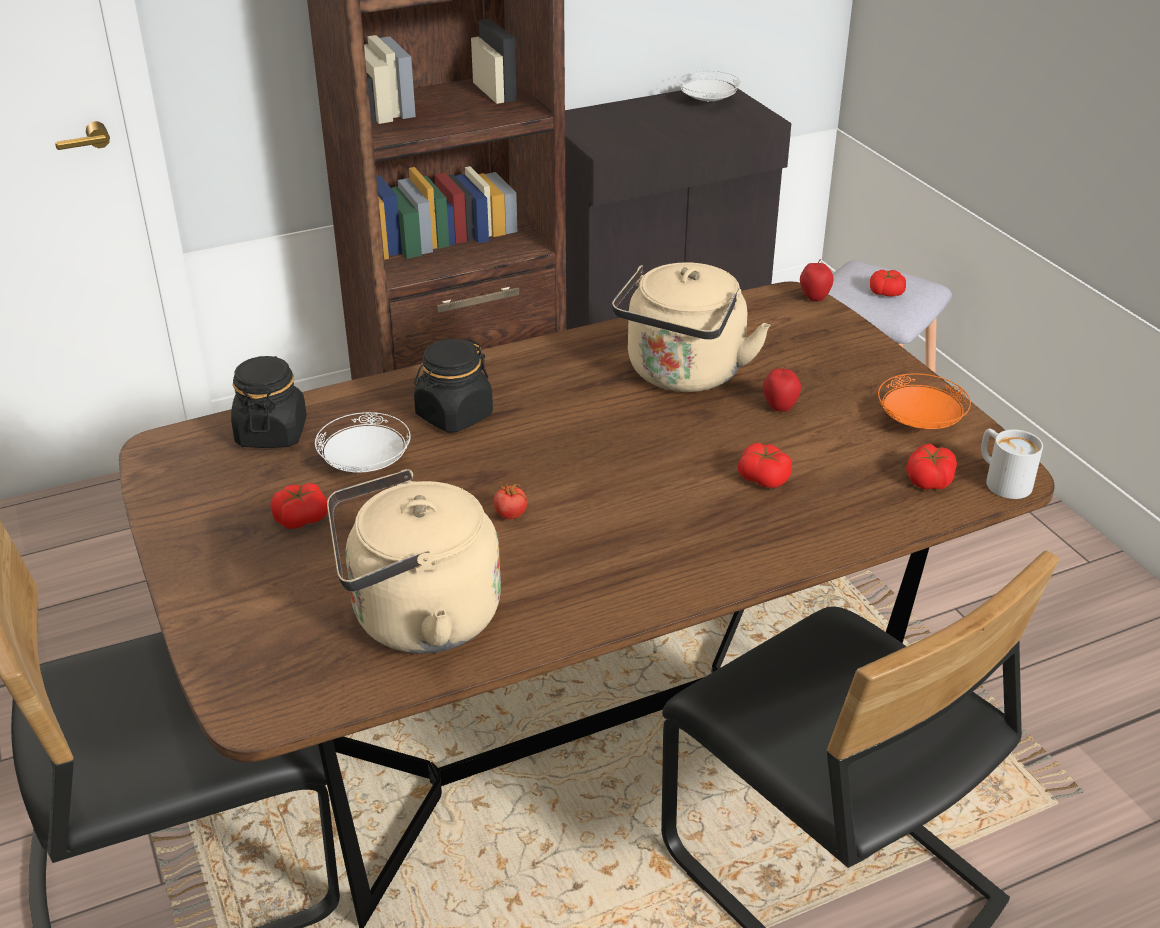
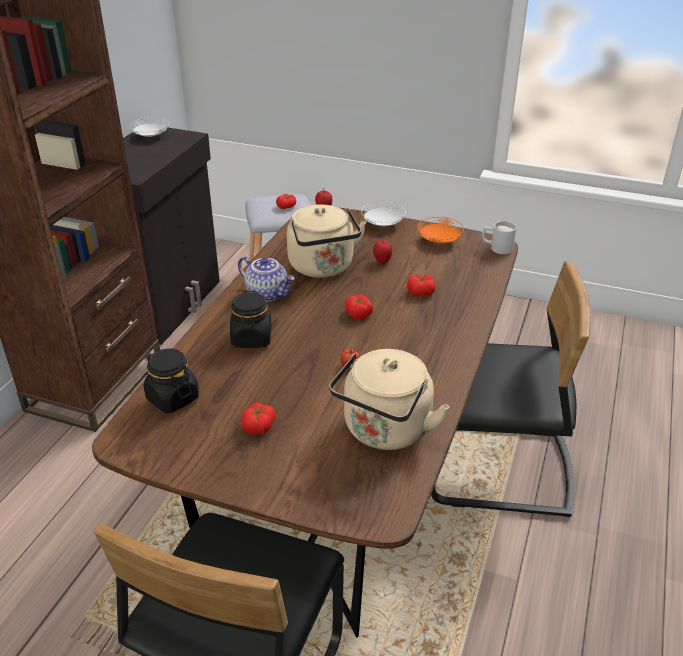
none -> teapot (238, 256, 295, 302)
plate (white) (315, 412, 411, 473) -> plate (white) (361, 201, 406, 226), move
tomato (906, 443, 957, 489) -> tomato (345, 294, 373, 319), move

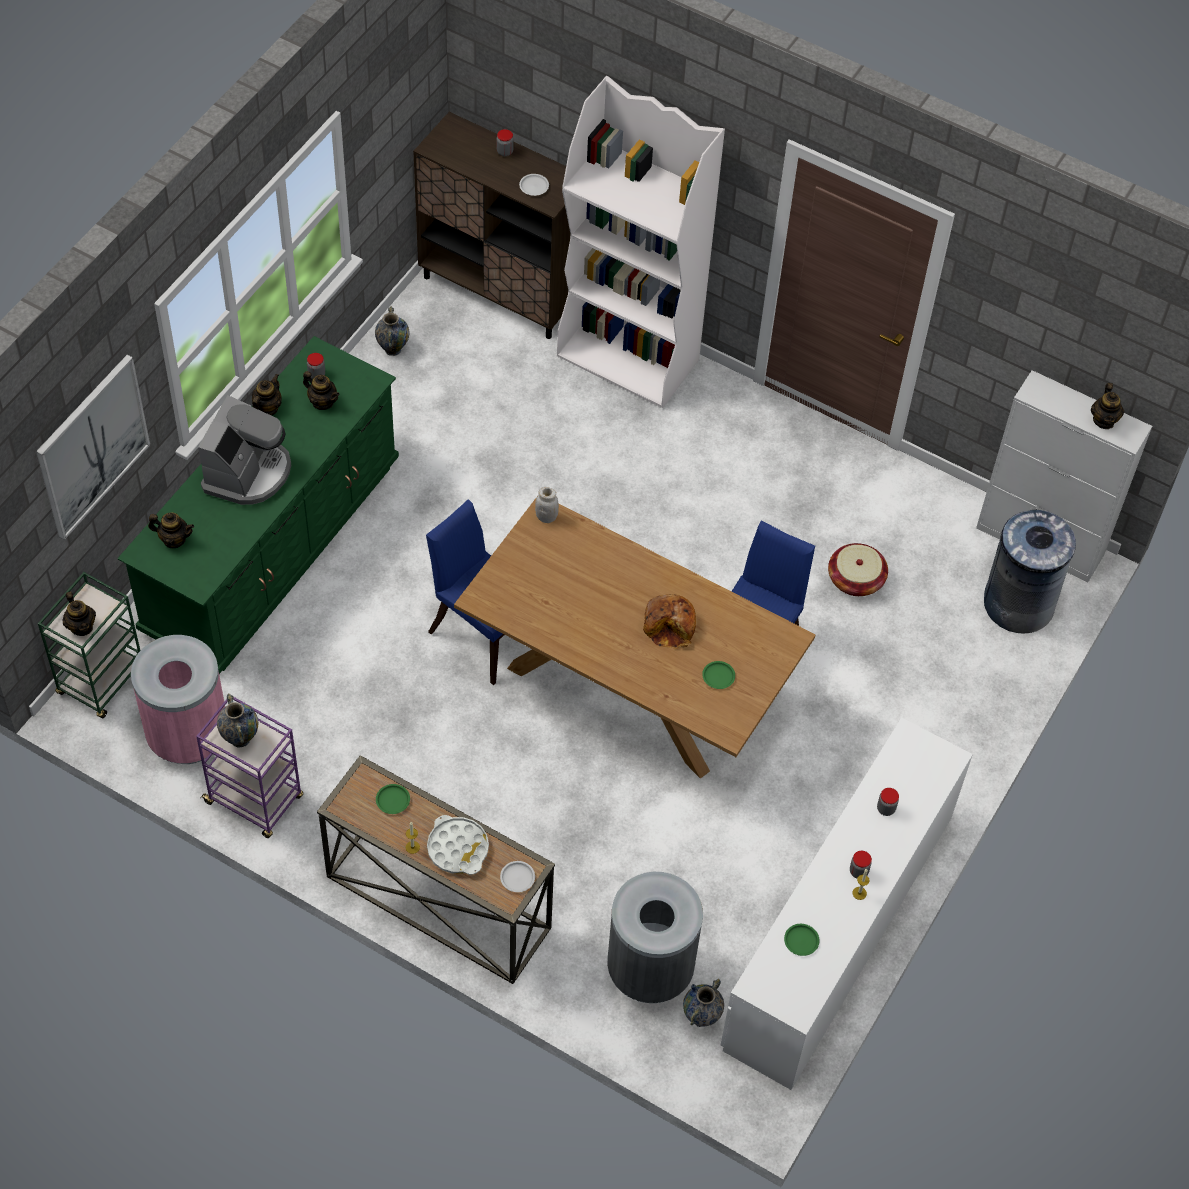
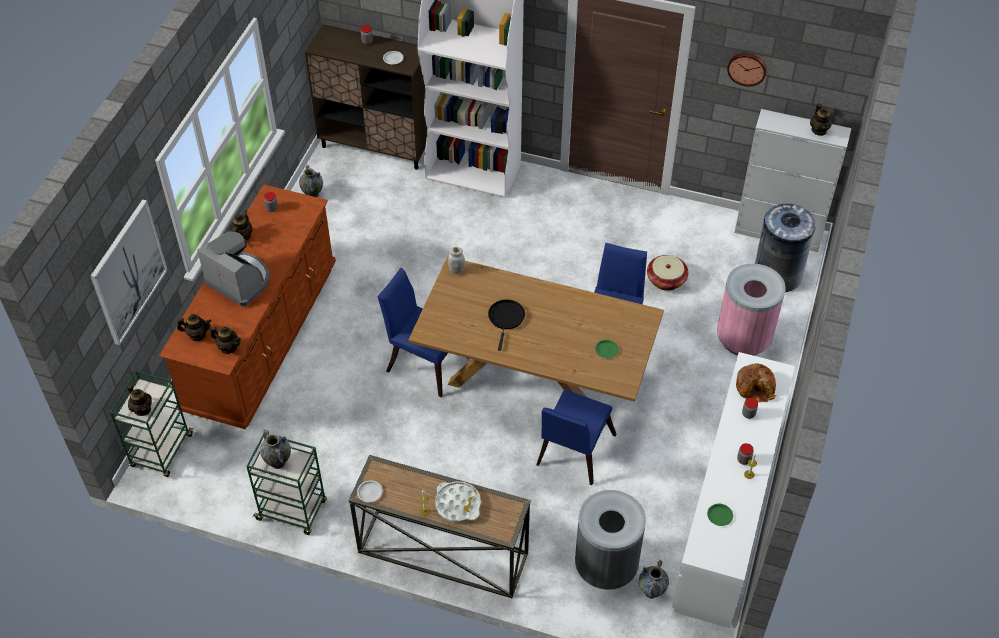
plate (green) (376, 784, 410, 814) -> none
none -> frying pan (black) (488, 299, 525, 351)
none -> chair (blue) (536, 389, 617, 485)
none -> wall clock (727, 53, 767, 87)
trash can (pink) (131, 635, 225, 764) -> trash can (pink) (717, 264, 786, 356), move
teapot (303, 371, 339, 410) -> teapot (210, 326, 241, 354), move
plate (white) (500, 861, 535, 892) -> plate (white) (357, 480, 383, 502), move
bread (643, 594, 696, 649) -> bread (736, 363, 776, 403), move
dresser (green) (118, 336, 399, 674) -> dresser (brown) (159, 184, 336, 429)
cart (purple) (196, 697, 303, 838) -> cart (green) (246, 434, 327, 535)
coffee machine (198, 395, 291, 505) -> coffee machine (197, 231, 270, 306), 60 degrees counterclockwise

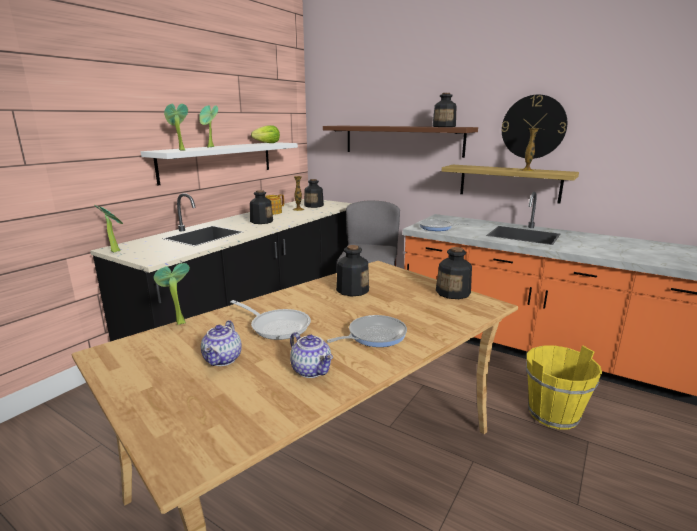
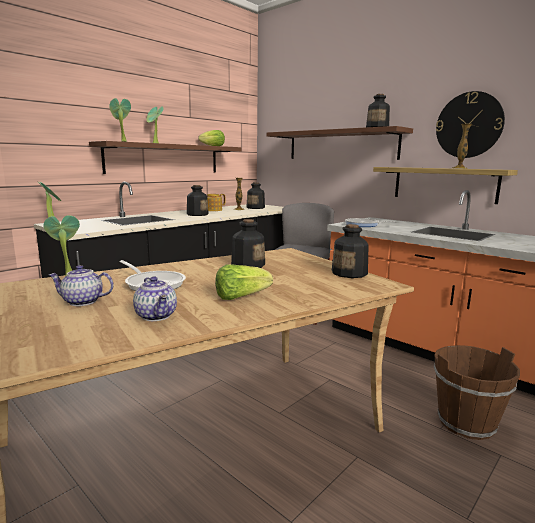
frying pan (327, 315, 407, 347) -> lettuce (215, 264, 273, 300)
shelf (white) (141, 142, 298, 185) -> shelf (brown) (89, 141, 241, 174)
bucket (yellow) (526, 345, 602, 430) -> bucket (brown) (434, 345, 520, 440)
teapot (201, 320, 242, 366) -> teapot (49, 265, 113, 306), 75 degrees clockwise

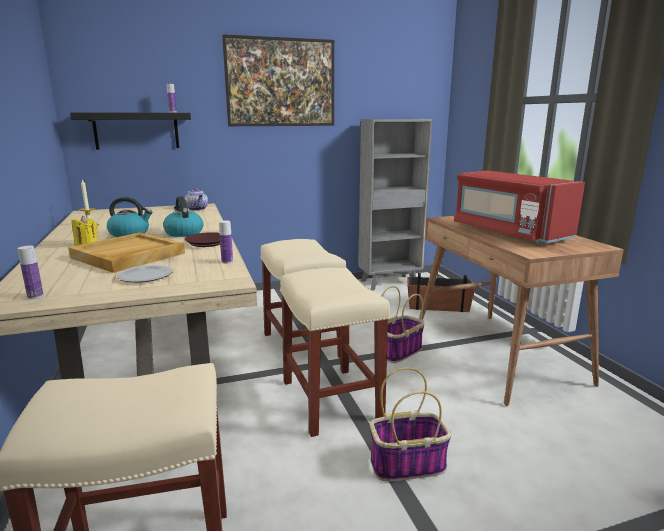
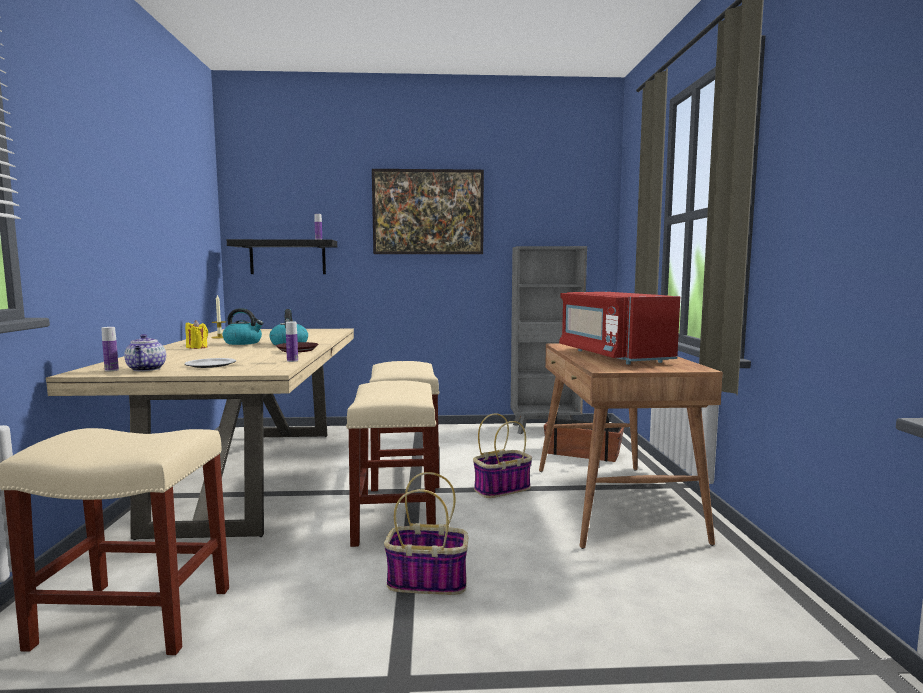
tray (beige) (68, 232, 185, 273) -> none
teapot (185, 187, 208, 211) -> teapot (124, 334, 166, 371), move

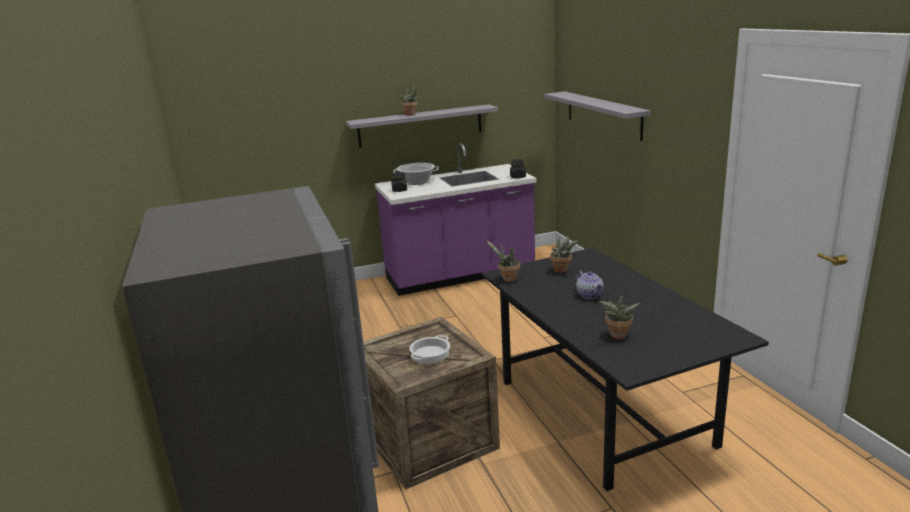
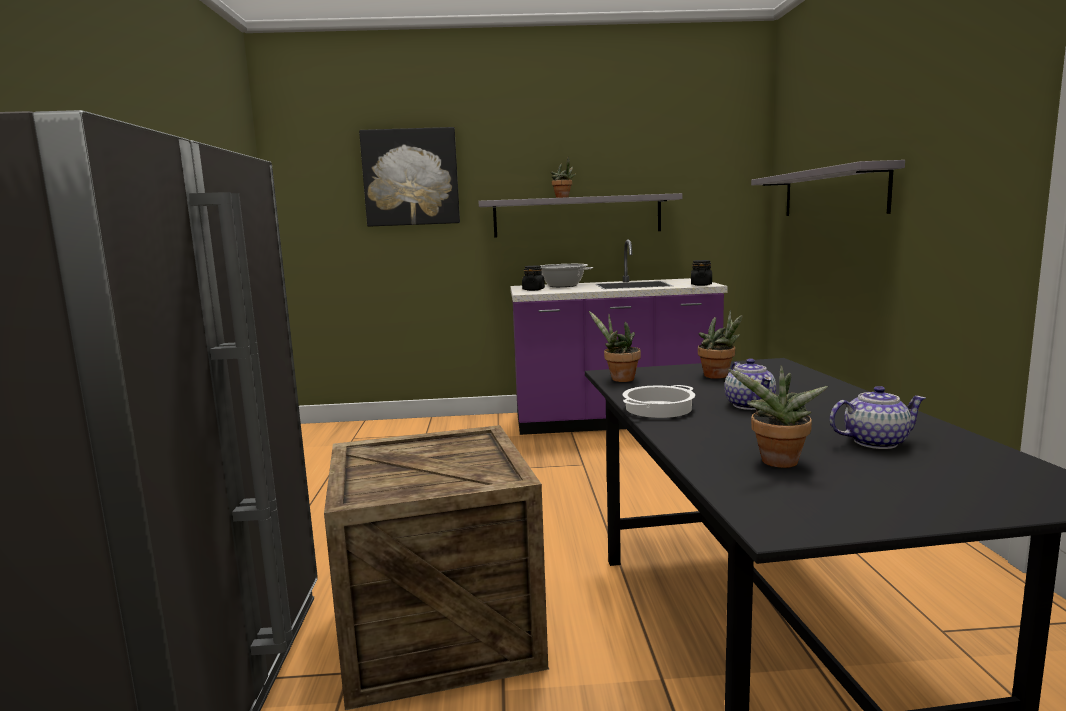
none -> picture (359, 127, 460, 227)
none -> teapot (830, 386, 926, 449)
cooking pot (409, 335, 450, 364) -> cooking pot (623, 385, 695, 418), move

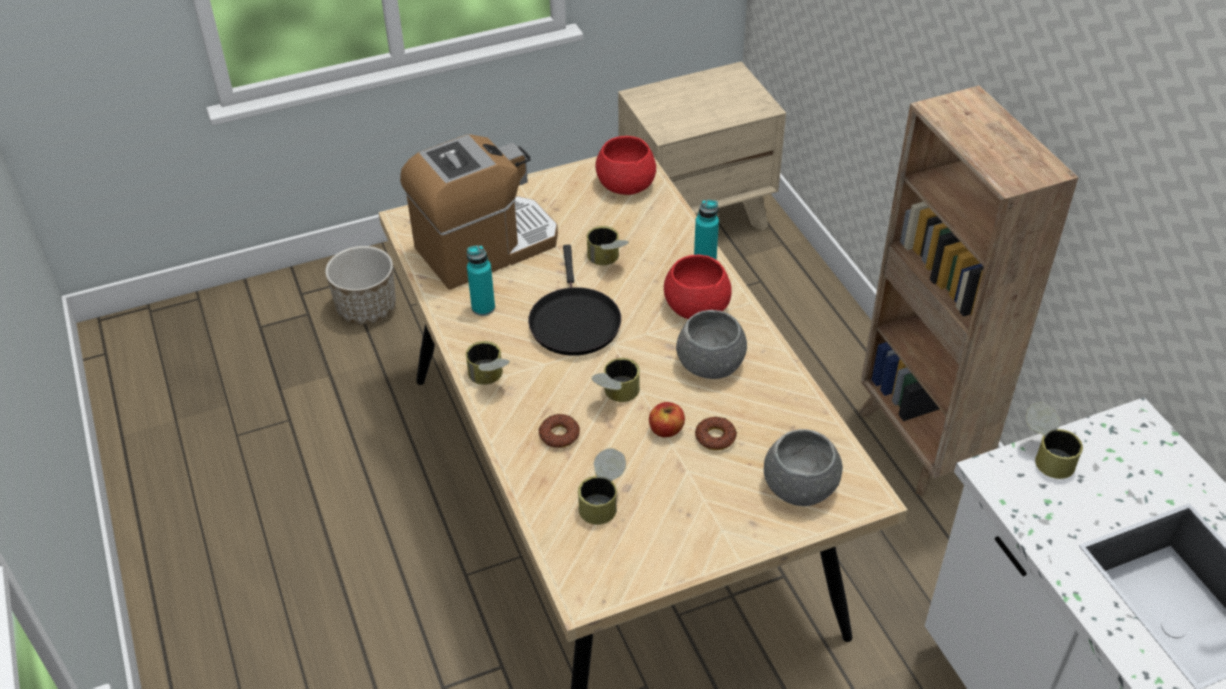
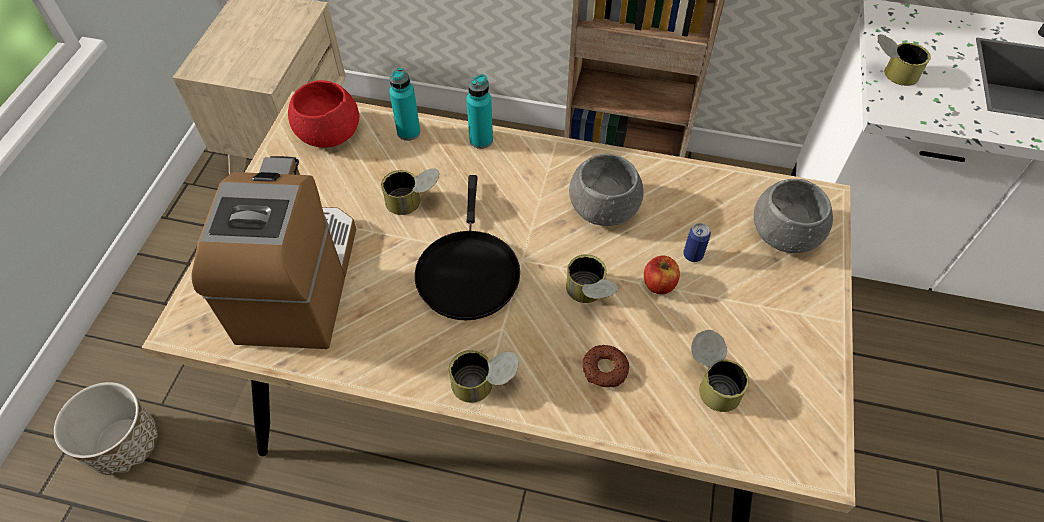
bowl (red) (664, 255, 732, 319) -> none
bottle (turquoise) (467, 245, 495, 316) -> bottle (turquoise) (389, 68, 420, 141), move
donut (695, 417, 737, 450) -> can (683, 223, 711, 262)
frying pan (black) (528, 245, 621, 356) -> frying pan (black) (415, 175, 520, 320), 60 degrees clockwise

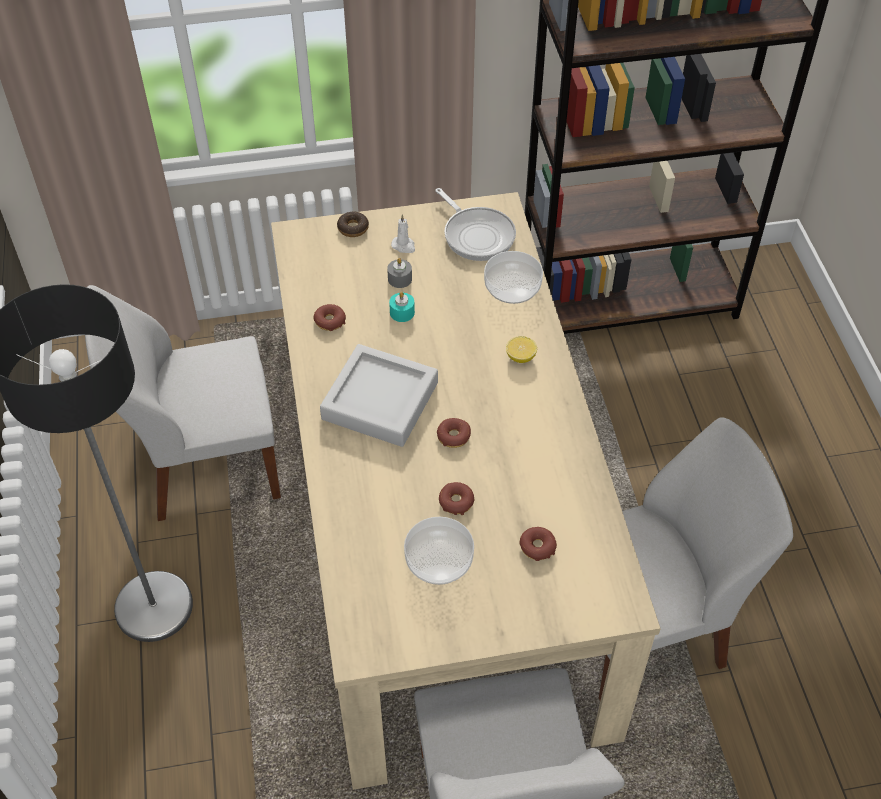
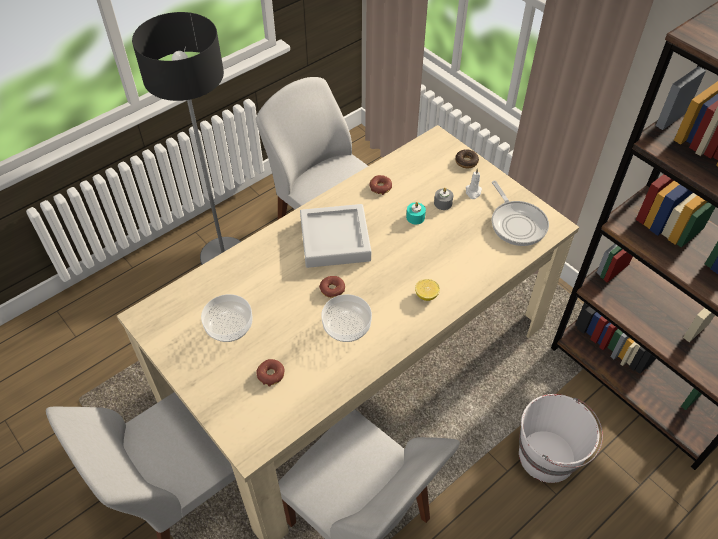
donut (439, 482, 474, 515) -> none
none -> bucket (white) (519, 394, 603, 483)
bowl (484, 251, 543, 304) -> bowl (321, 294, 372, 342), move
frying pan (435, 188, 516, 261) -> frying pan (492, 181, 549, 246), 45 degrees counterclockwise

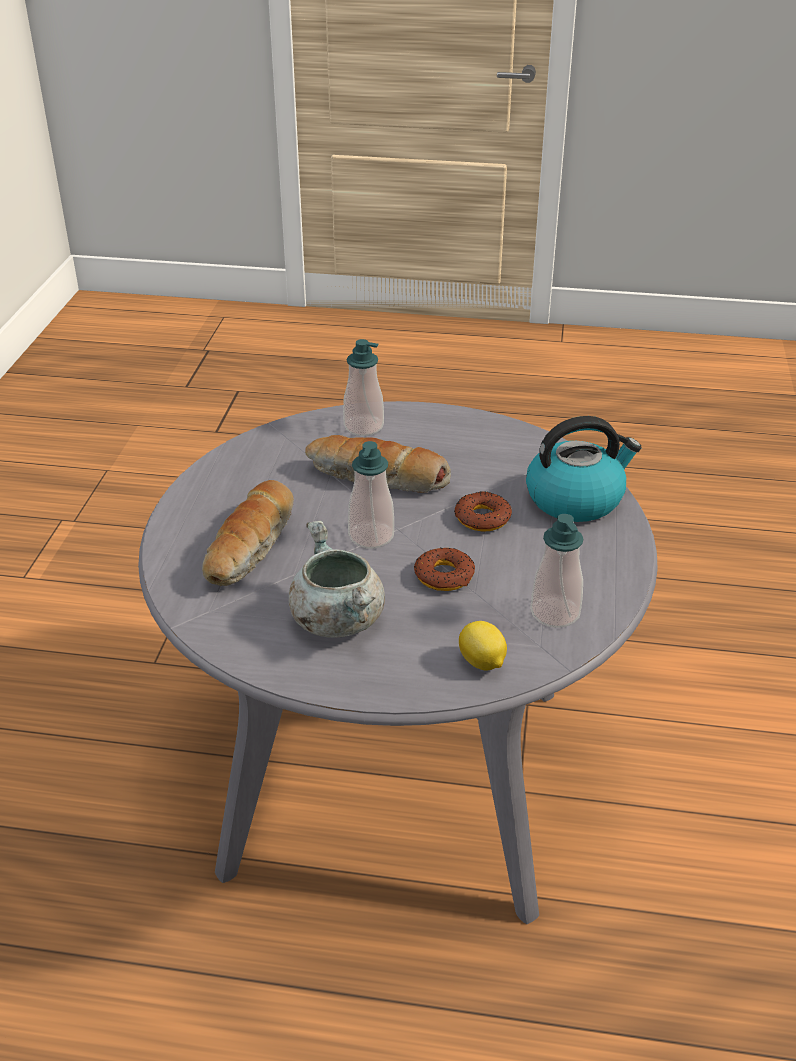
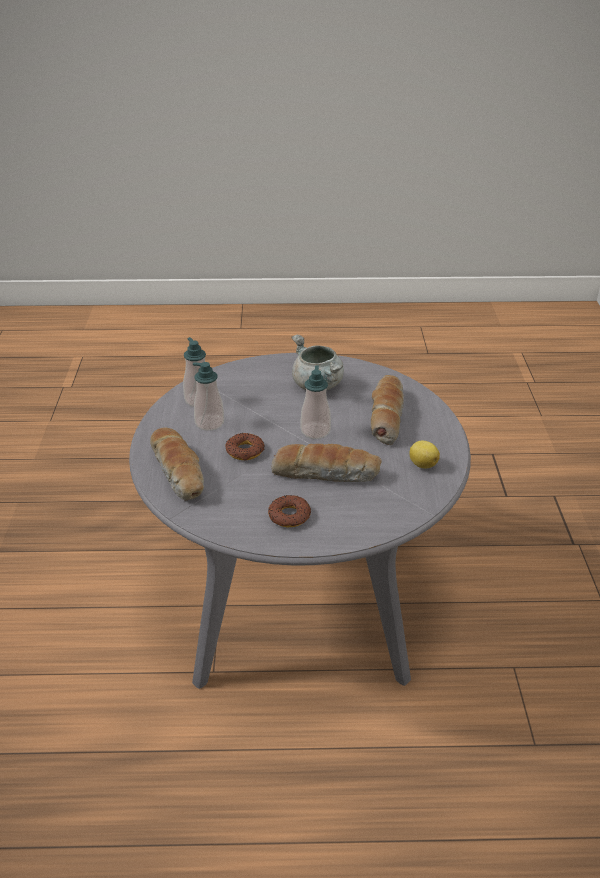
soap dispenser (343, 339, 384, 436) -> soap dispenser (193, 362, 224, 431), move
donut (414, 548, 475, 591) -> donut (268, 495, 311, 528), move
lemon (459, 621, 507, 670) -> lemon (409, 440, 440, 468), move
kettle (526, 416, 641, 522) -> bread (150, 428, 204, 500)

